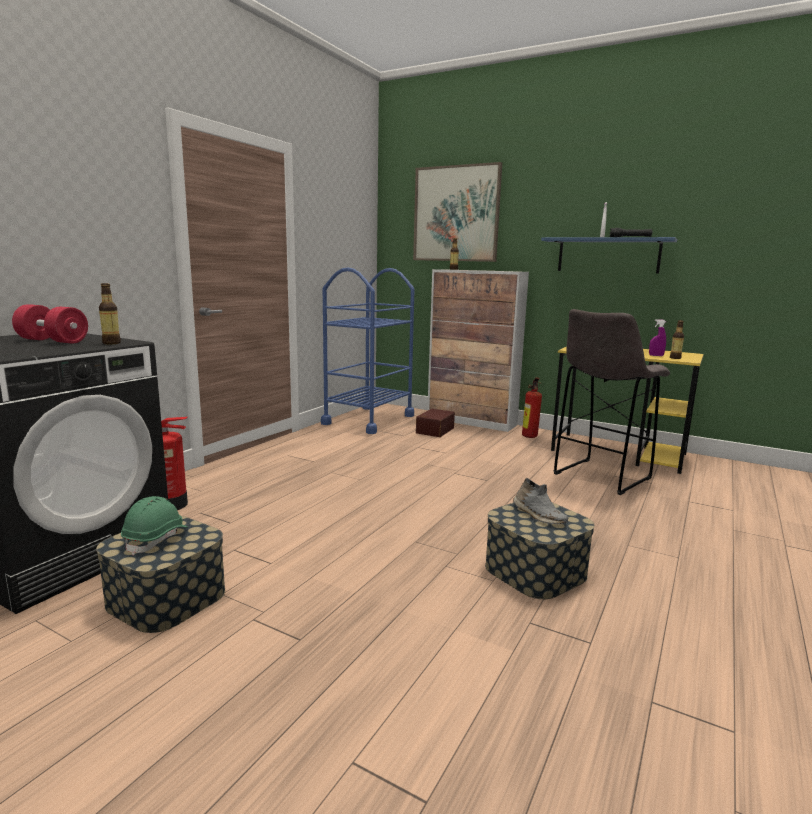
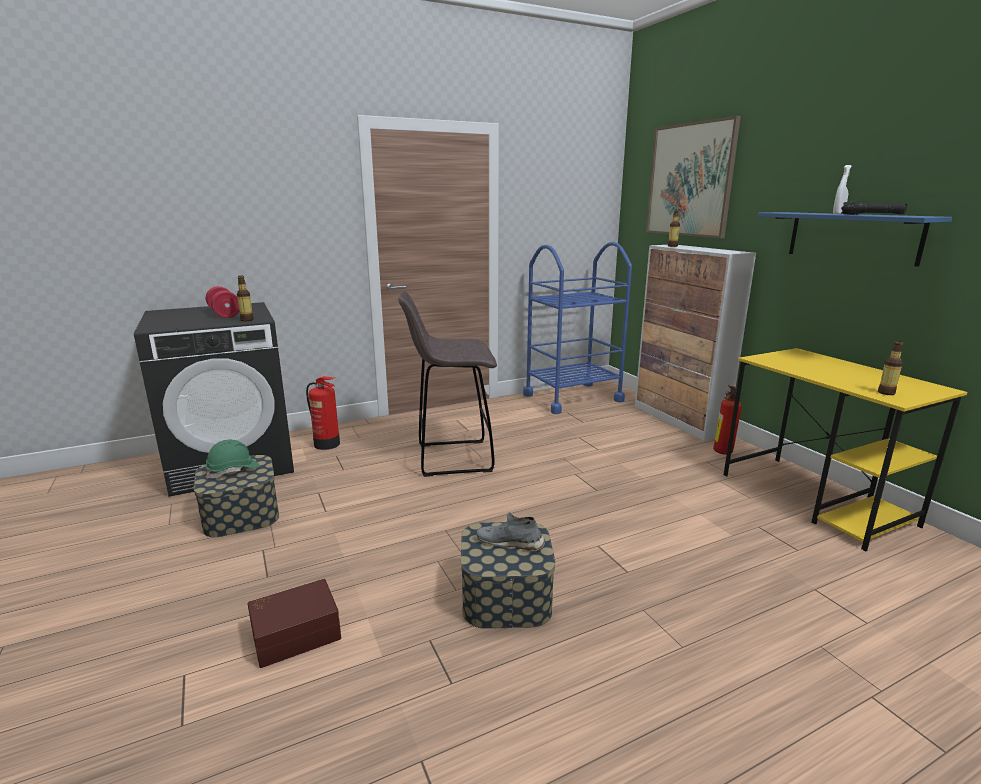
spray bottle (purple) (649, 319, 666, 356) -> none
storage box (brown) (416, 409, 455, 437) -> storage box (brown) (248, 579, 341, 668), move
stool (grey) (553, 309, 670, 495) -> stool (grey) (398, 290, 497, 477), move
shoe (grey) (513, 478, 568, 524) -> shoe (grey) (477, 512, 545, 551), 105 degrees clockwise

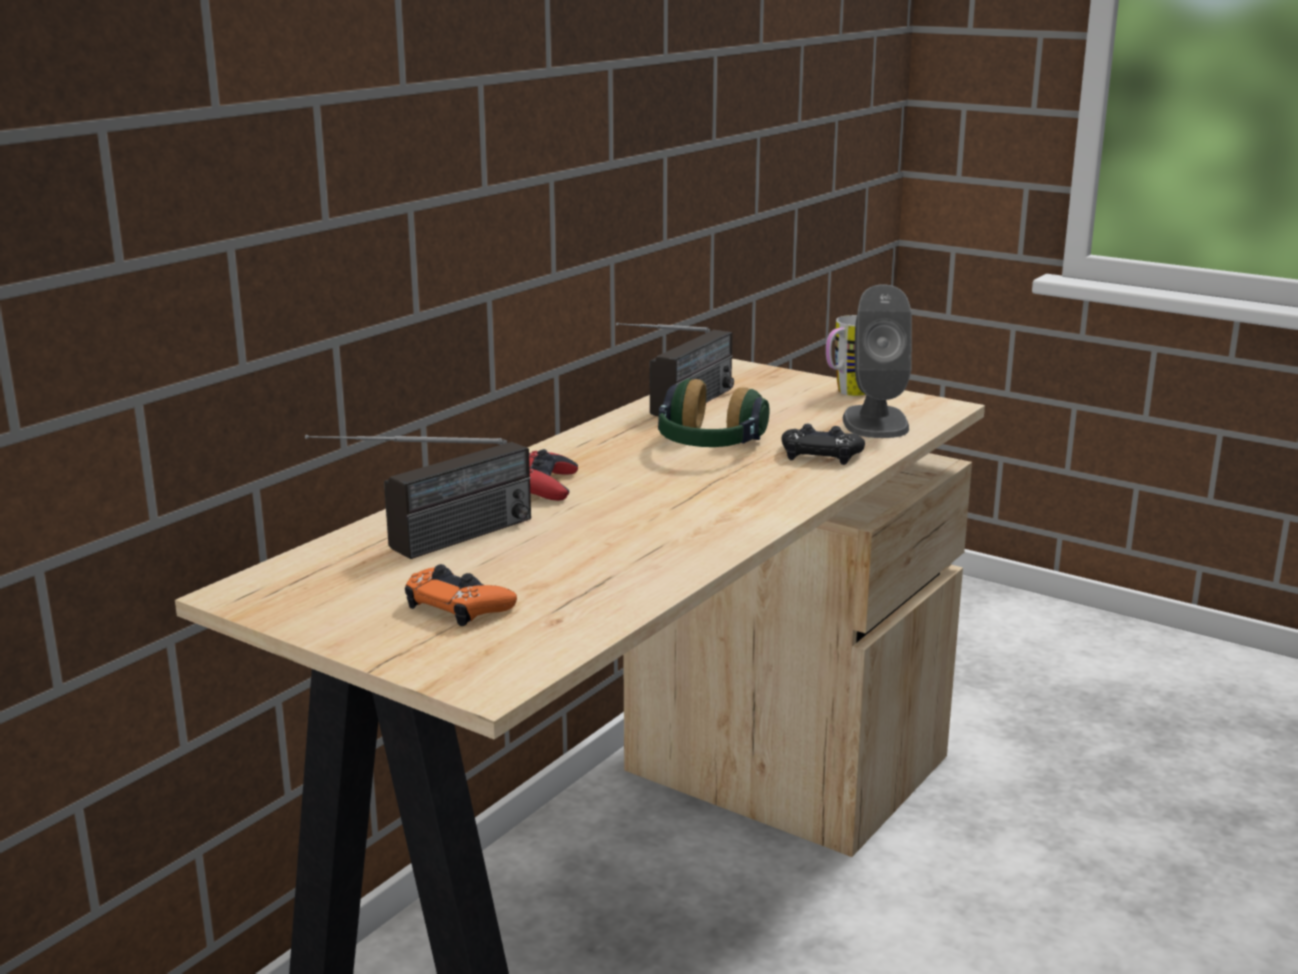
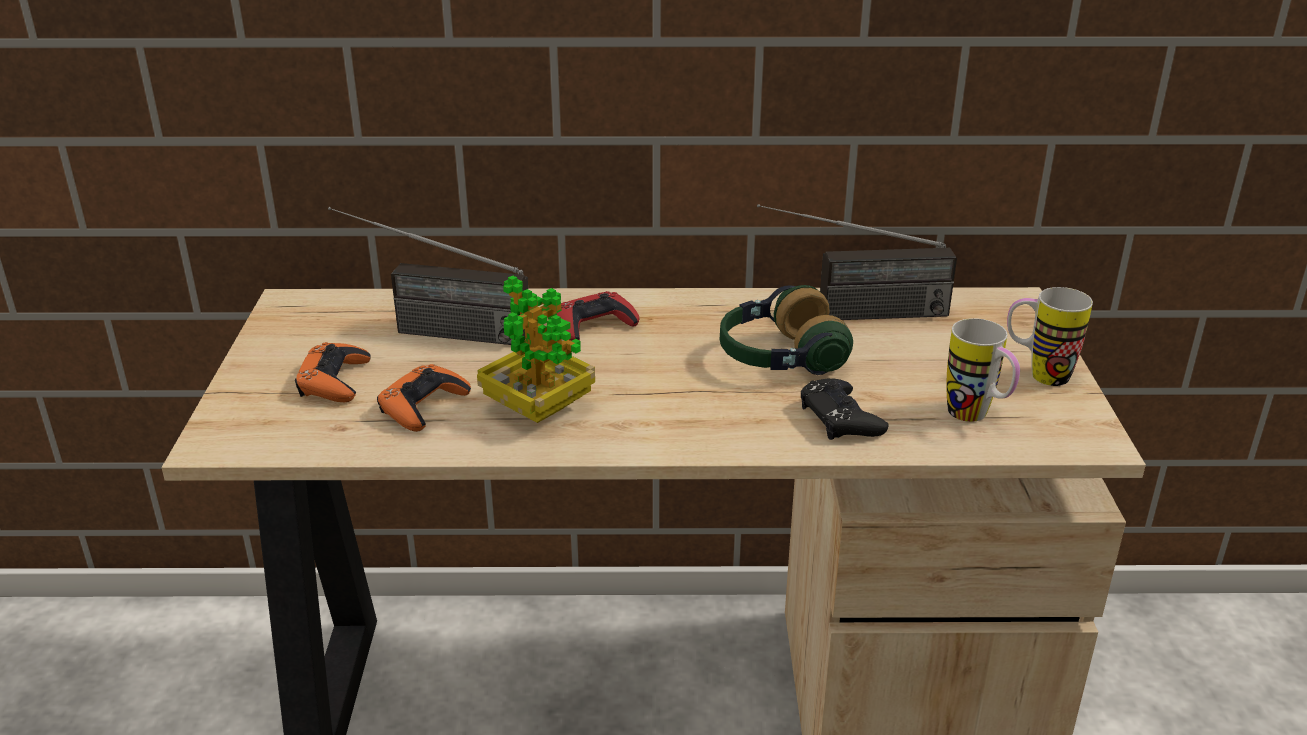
none -> game controller (orange) (377, 364, 471, 432)
none -> potted plant (477, 276, 595, 423)
speaker (grey) (843, 284, 912, 438) -> mug (947, 318, 1020, 422)

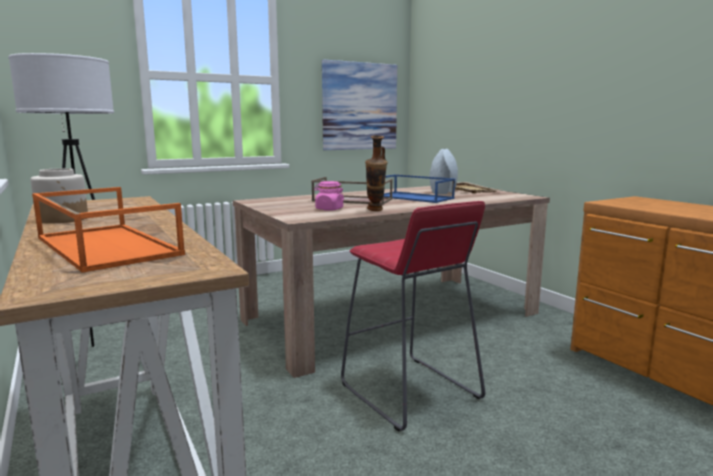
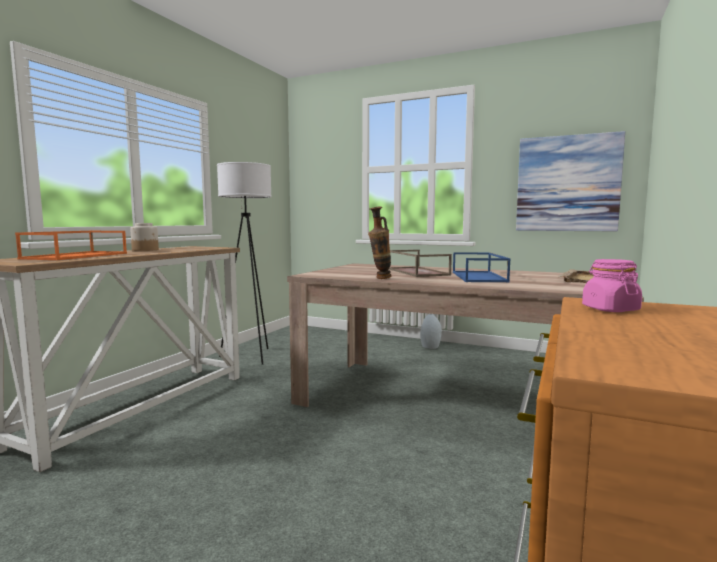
stool (red) (341, 201, 485, 432) -> none
jar (pink) (314, 181, 344, 211) -> jar (pink) (582, 259, 642, 312), move
vase (grey) (430, 149, 458, 194) -> vase (grey) (420, 314, 442, 349), move

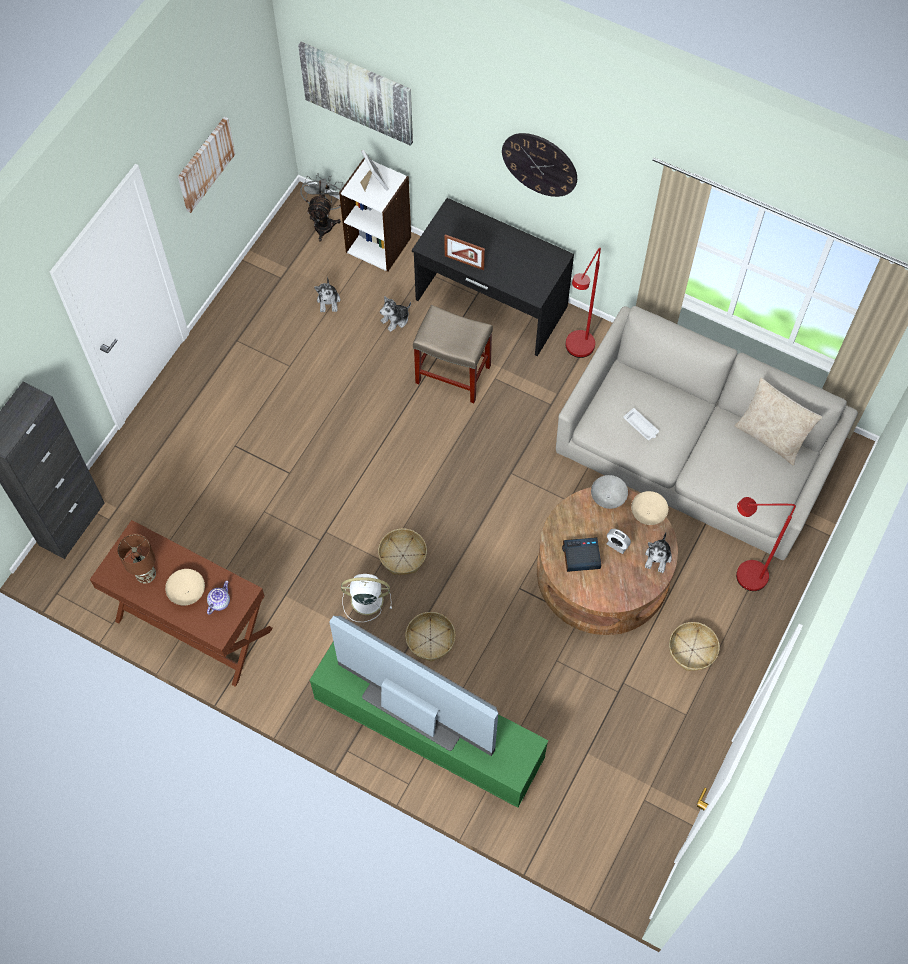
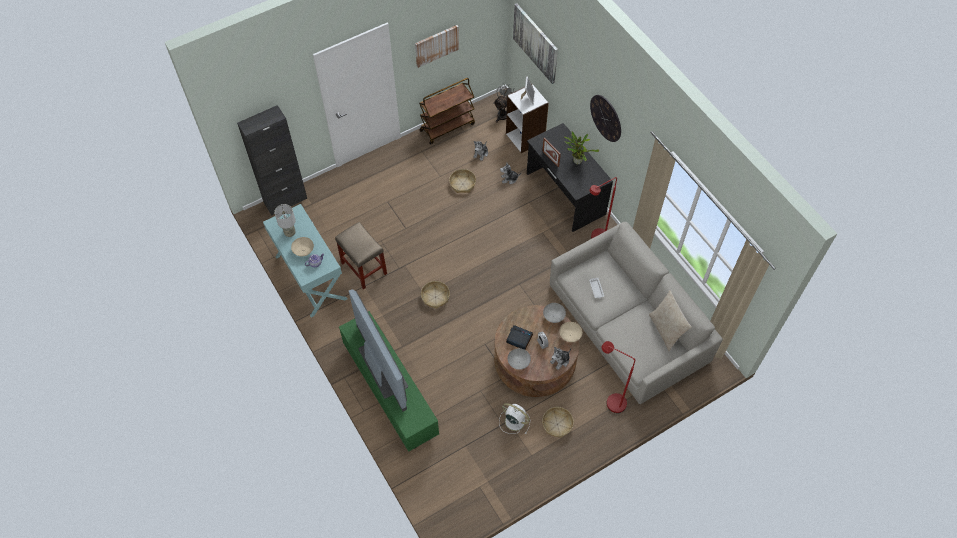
none -> cart (brown) (419, 78, 475, 145)
none -> bowl (grey) (508, 348, 531, 370)
none -> potted plant (564, 131, 599, 164)
fan (white) (341, 574, 392, 622) -> fan (white) (499, 403, 530, 434), move
basket (405, 612, 455, 662) -> basket (449, 169, 476, 193), move
stool (beige) (413, 305, 493, 403) -> stool (beige) (335, 222, 387, 289), move
console table (brown) (90, 520, 273, 687) -> console table (turquoise) (263, 204, 348, 317)
table lamp (brown) (117, 534, 156, 583) -> table lamp (grey) (274, 204, 296, 237)

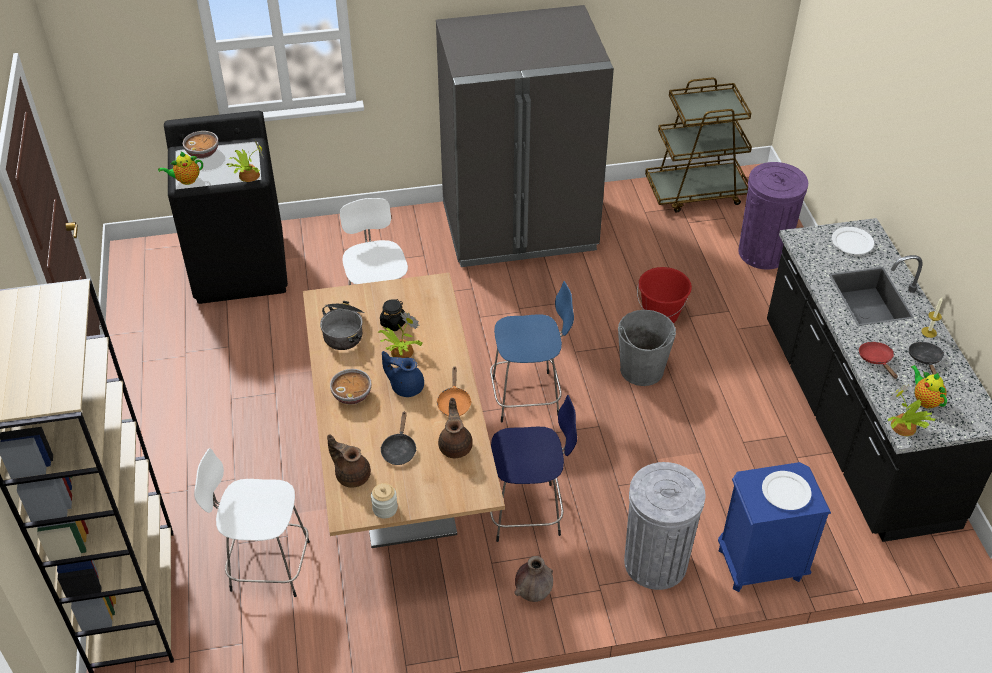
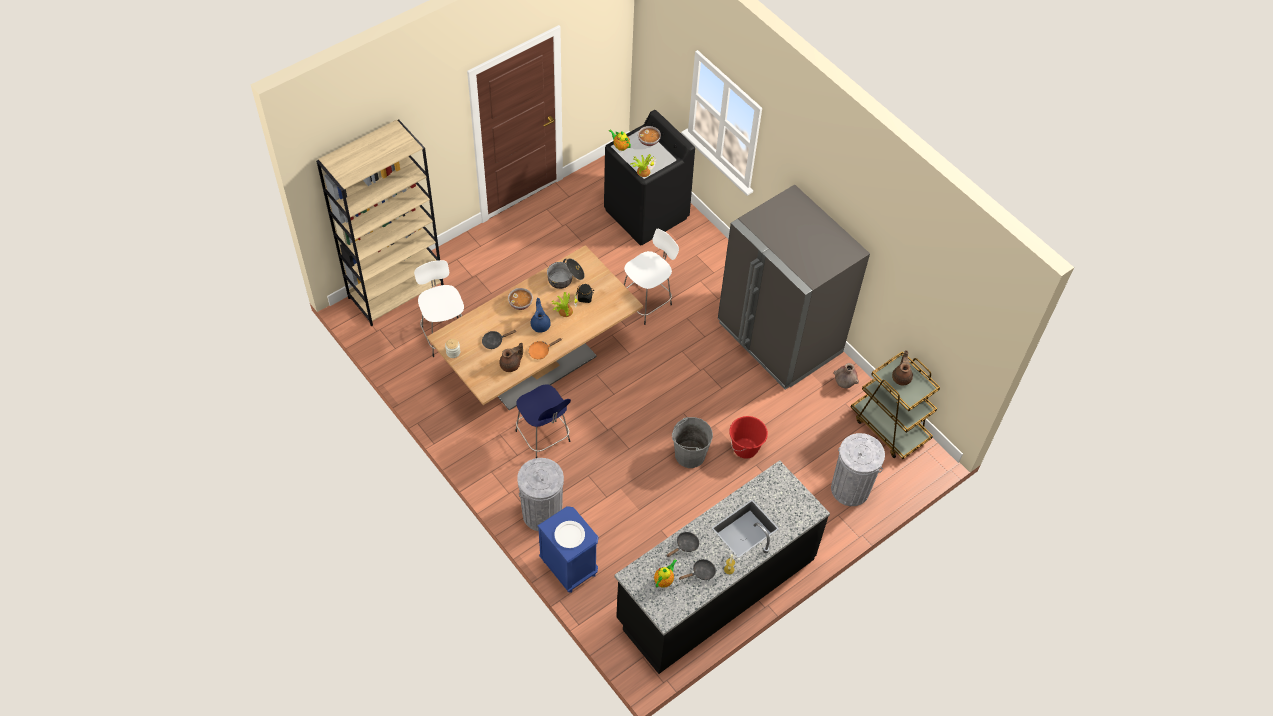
stool (blue) (490, 281, 574, 423) -> none
plate (white) (832, 227, 874, 254) -> none
potted plant (888, 384, 935, 436) -> none
teapot (brown) (327, 434, 371, 488) -> teapot (brown) (892, 350, 913, 385), move
vase (brown) (514, 556, 553, 602) -> vase (brown) (833, 363, 859, 388), move
trash can (purple) (738, 162, 808, 270) -> trash can (grey) (831, 433, 885, 506)
frying pan (red) (859, 342, 898, 379) -> frying pan (black) (667, 532, 699, 557)

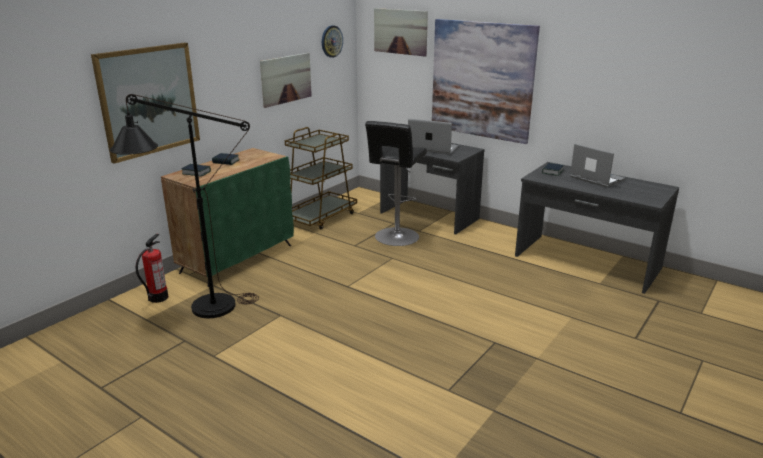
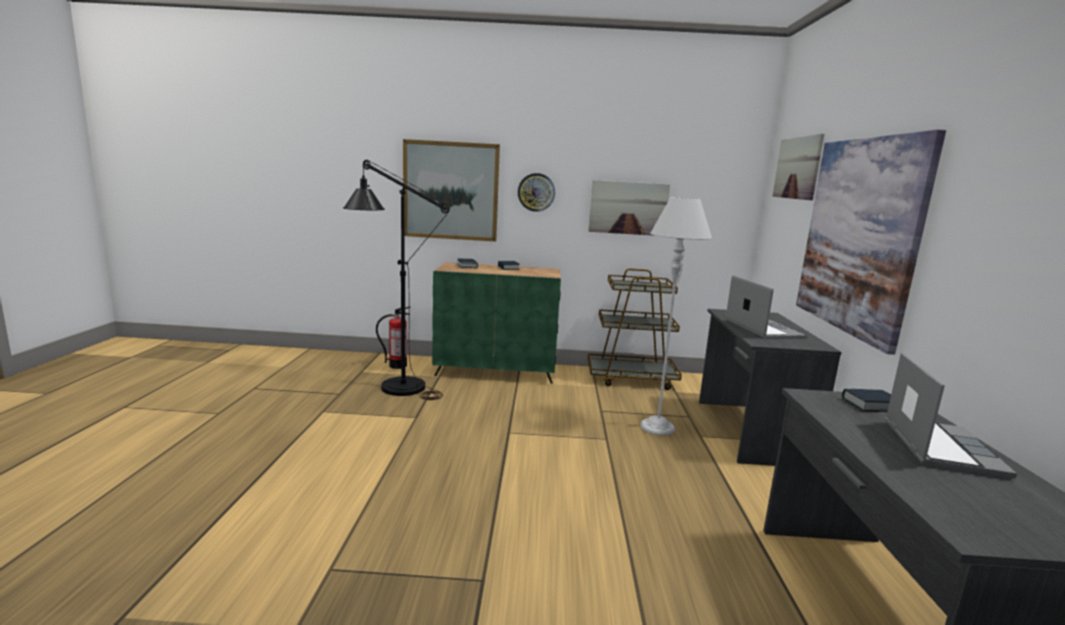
wall clock (322, 25, 343, 58) -> wall clock (518, 173, 555, 212), move
stool (black) (365, 121, 427, 246) -> floor lamp (grey) (640, 197, 712, 436)

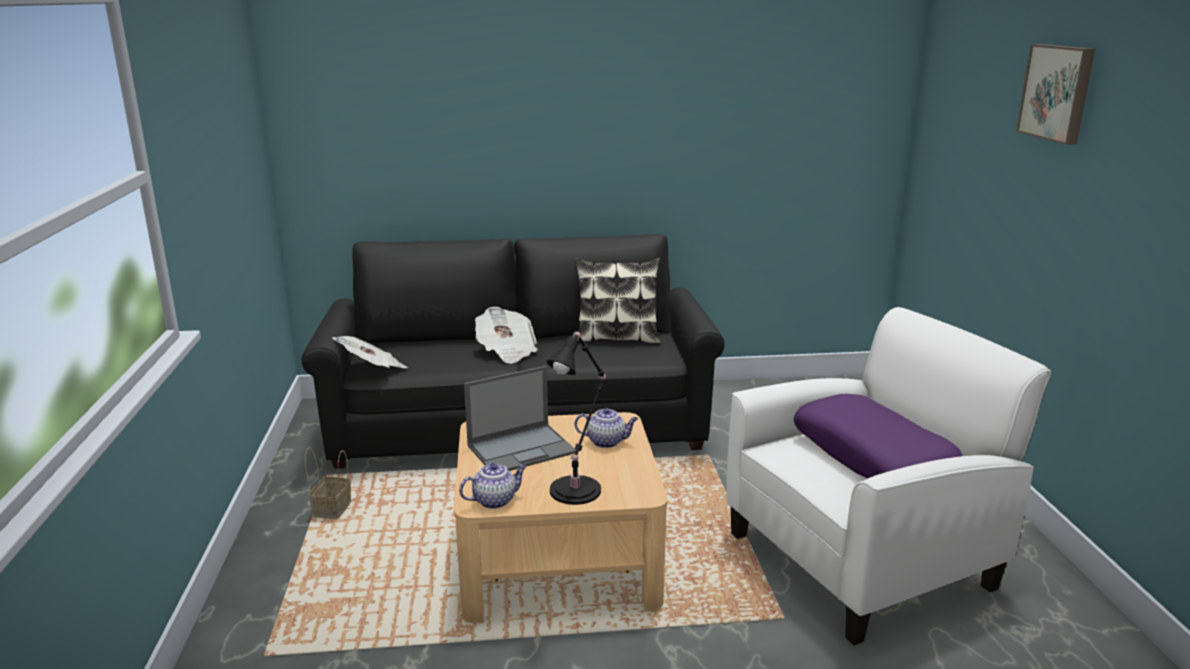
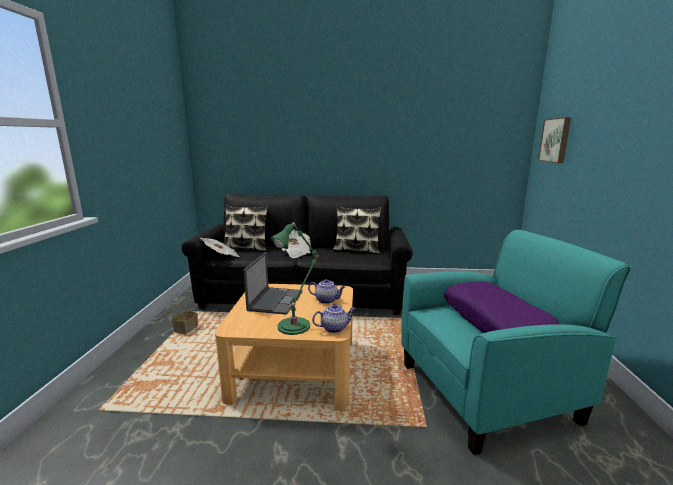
none -> pillow (223, 204, 269, 251)
teapot (459, 463, 527, 509) -> teapot (312, 304, 356, 333), move
picture (1016, 44, 1095, 145) -> picture (538, 117, 571, 163), move
table lamp (black) (546, 331, 606, 505) -> table lamp (green) (270, 222, 319, 335)
armchair (white) (726, 307, 1051, 646) -> armchair (turquoise) (401, 230, 631, 455)
laptop (464, 366, 576, 471) -> laptop (243, 252, 303, 315), 60 degrees counterclockwise

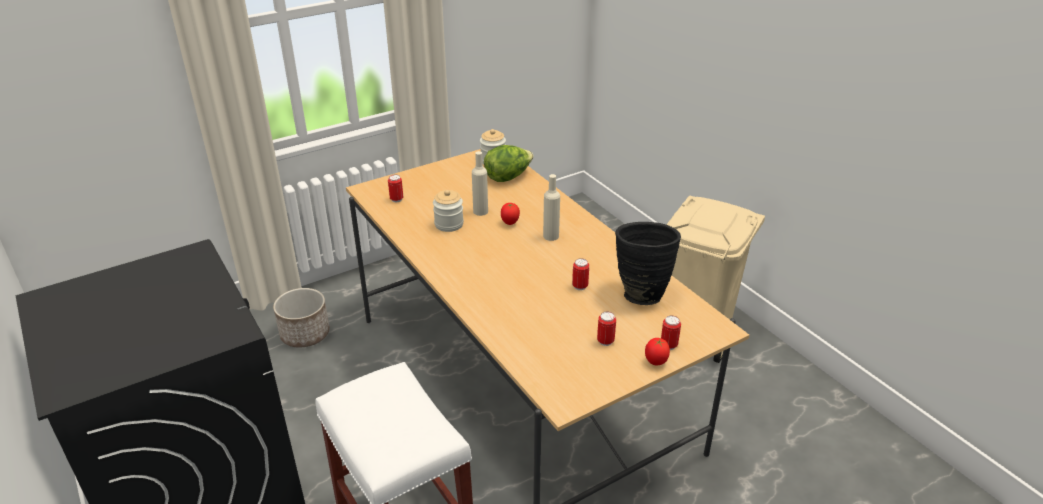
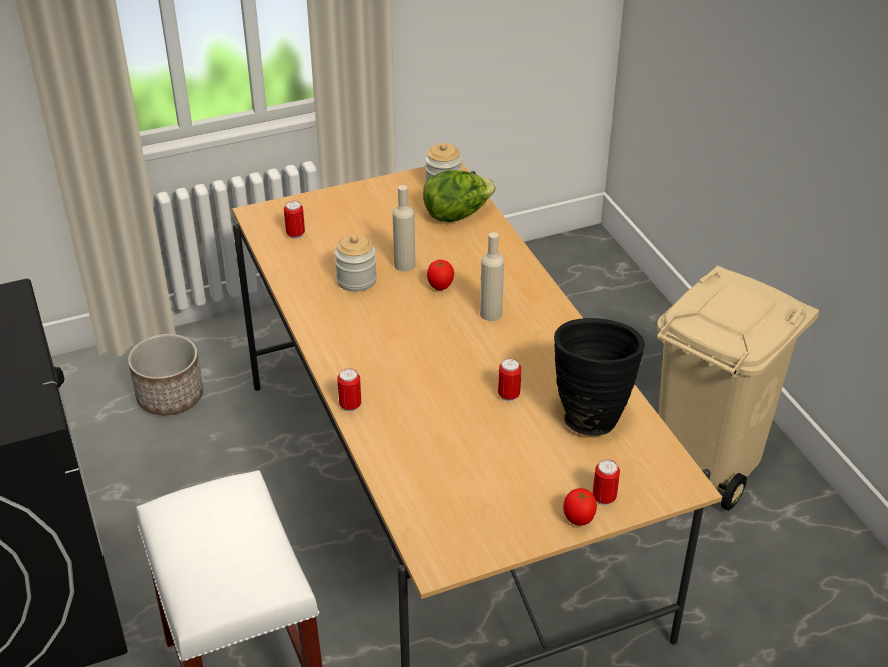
can (597, 312, 616, 346) -> can (337, 368, 361, 412), move

